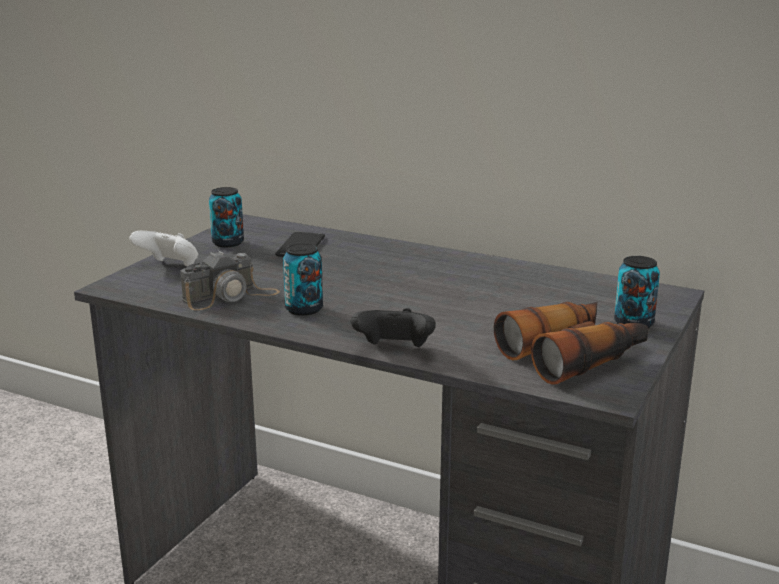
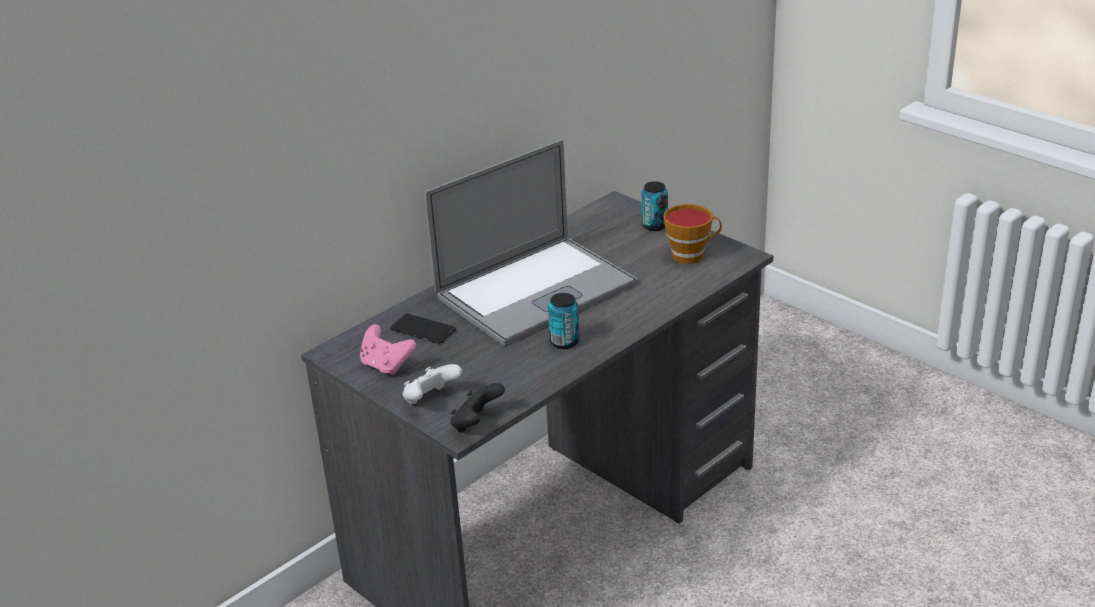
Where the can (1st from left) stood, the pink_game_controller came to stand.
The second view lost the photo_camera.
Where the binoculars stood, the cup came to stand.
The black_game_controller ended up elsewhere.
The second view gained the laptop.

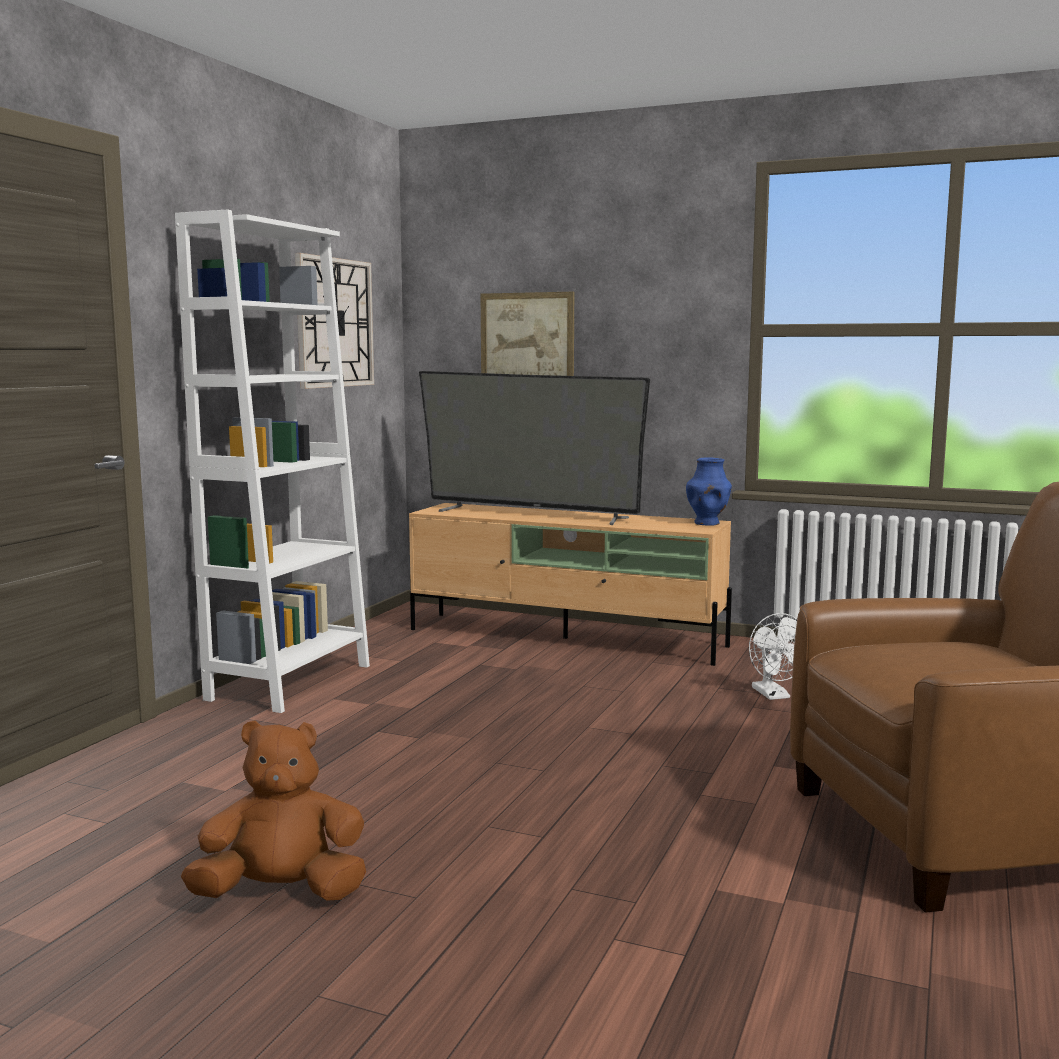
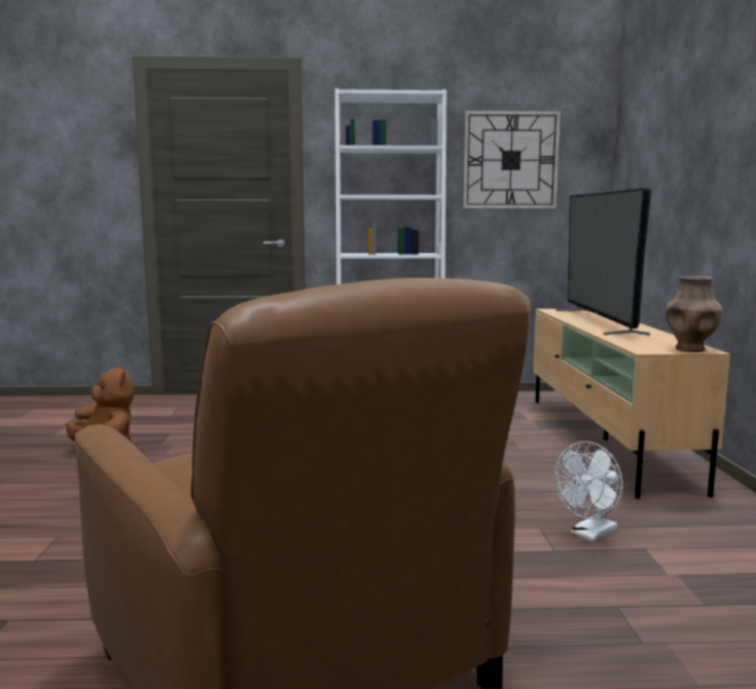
The second view lost the picture.
What was the blue_vase turned into the brown_vase.

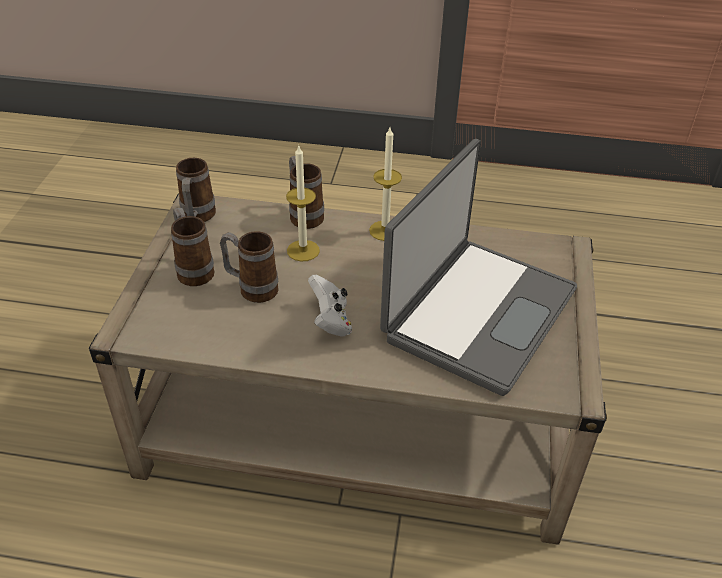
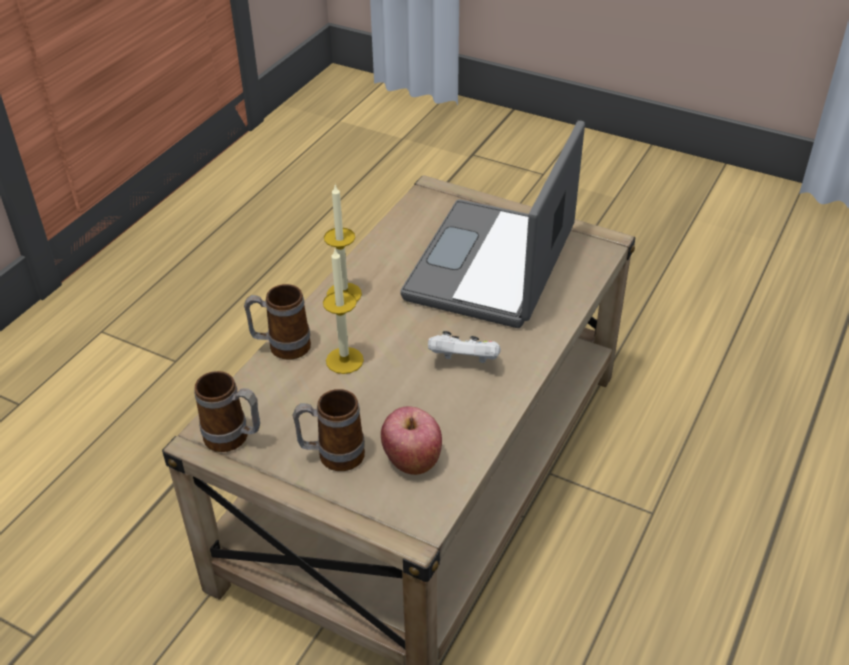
The laptop ended up facing another way, 120 degrees counterclockwise from before.
The second view lost the mug (3rd from left).
The second view gained the apple.

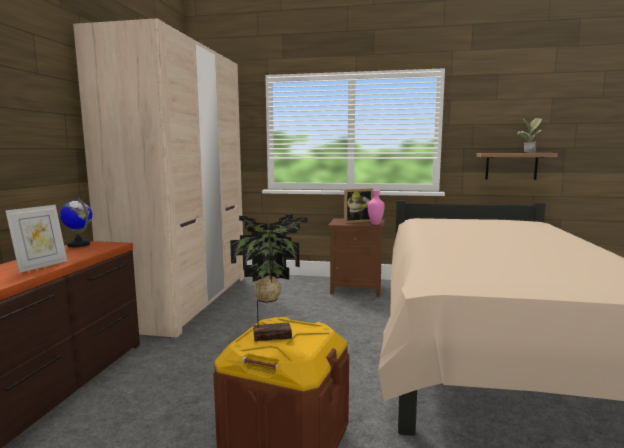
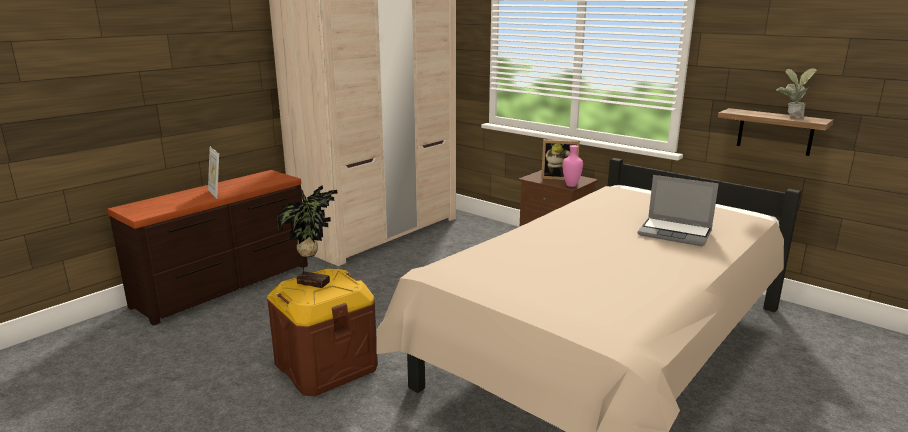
The second view lost the globe.
The picture_frame (1st from left) ended up facing another way, 90 degrees clockwise from before.
The second view gained the laptop.

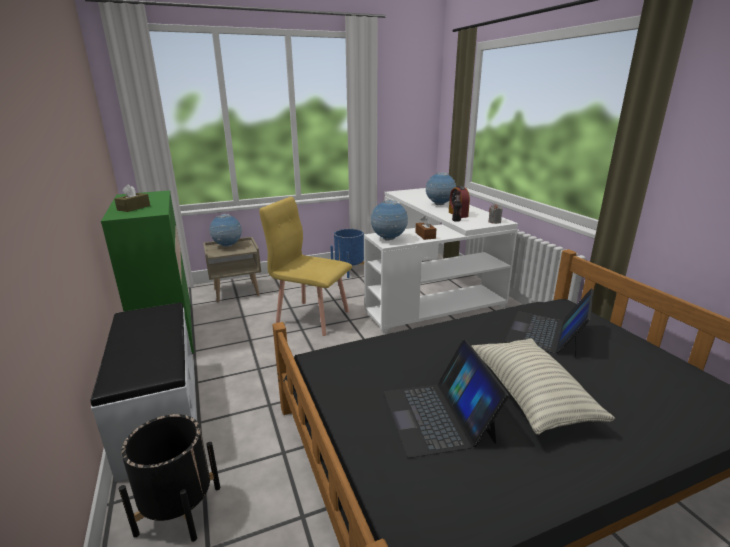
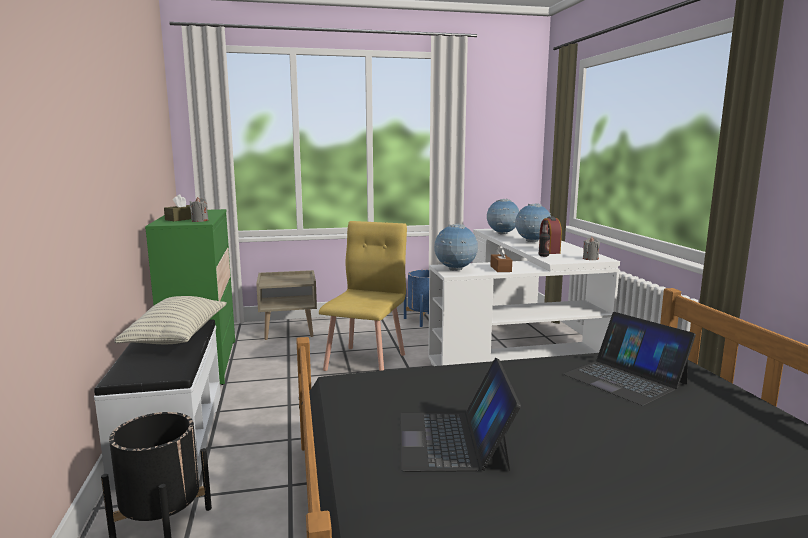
The yellow_chair ended up facing another way, 75 degrees clockwise from before.
The globe (1st from left in the first image) ended up elsewhere.
The laptop (2nd from left) ended up facing another way, 75 degrees counterclockwise from before.
The pillow ended up elsewhere.
The second view gained the grey_candle (1st from left).

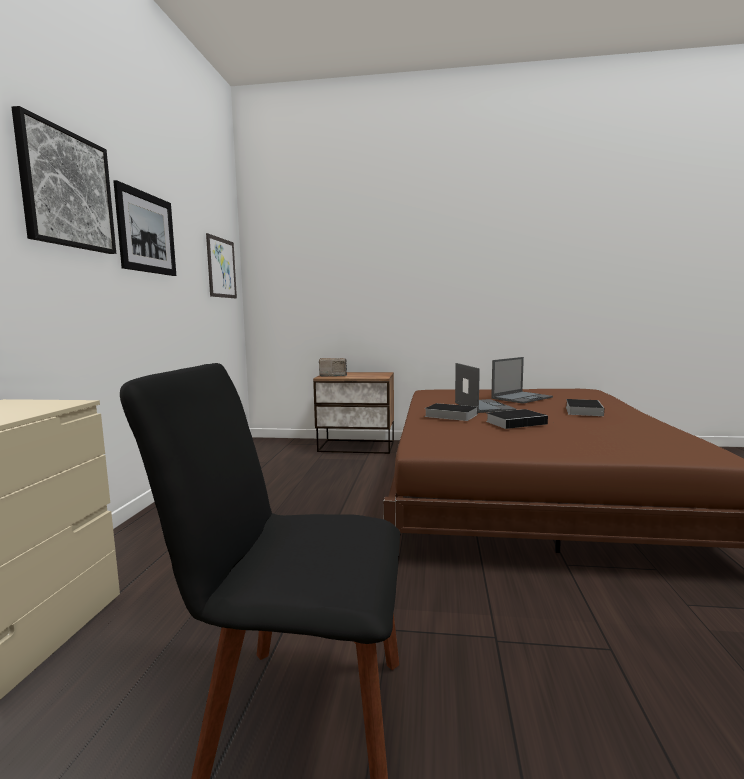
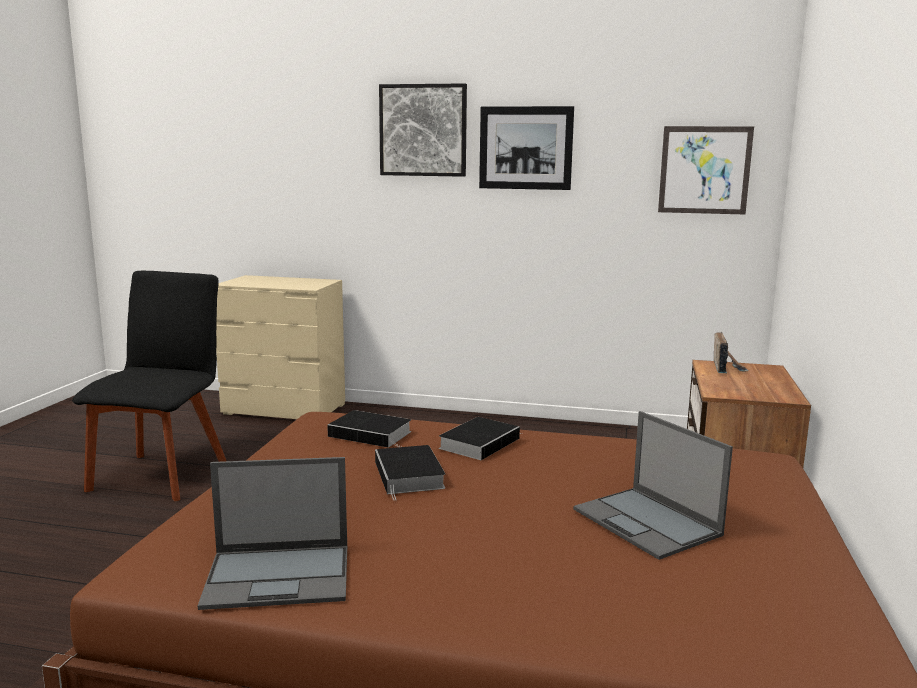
The laptop (1st from left) ended up elsewhere.
The book (3rd from left in the first image) ended up elsewhere.

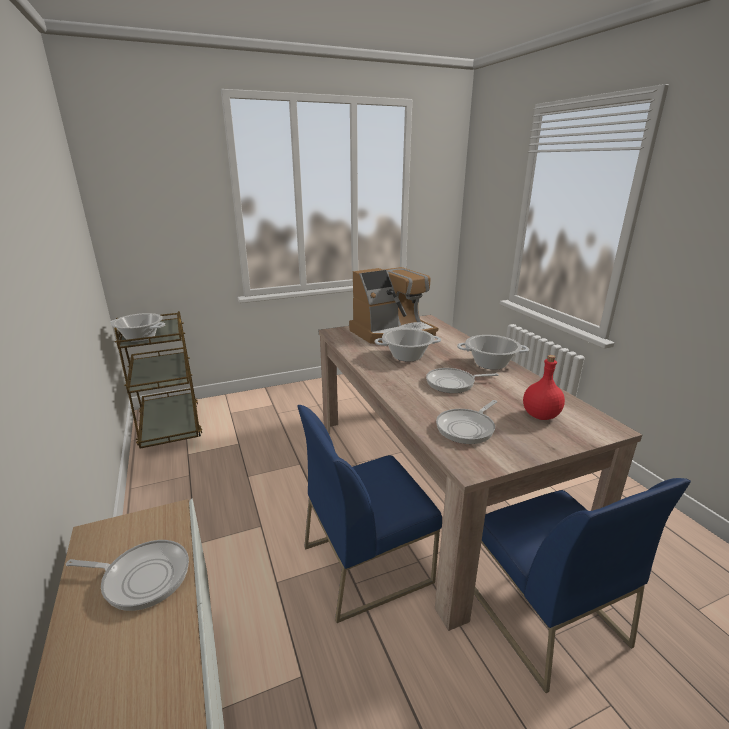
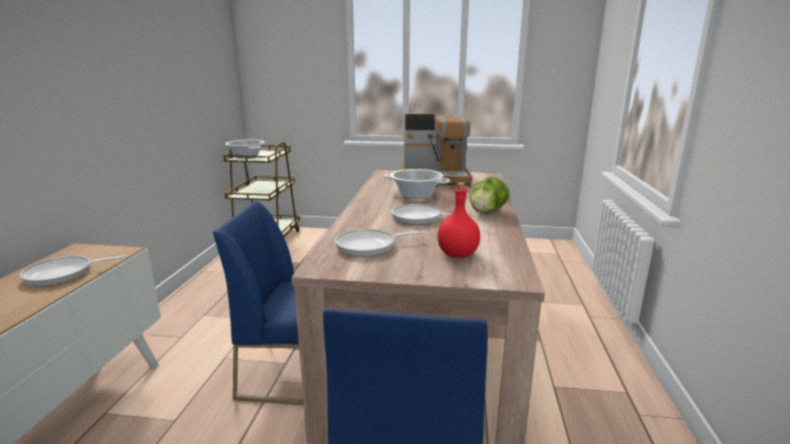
Where the cooking_pot (3rd from left) stood, the lettuce came to stand.
The frying_pan (1st from left) ended up facing another way, 120 degrees clockwise from before.

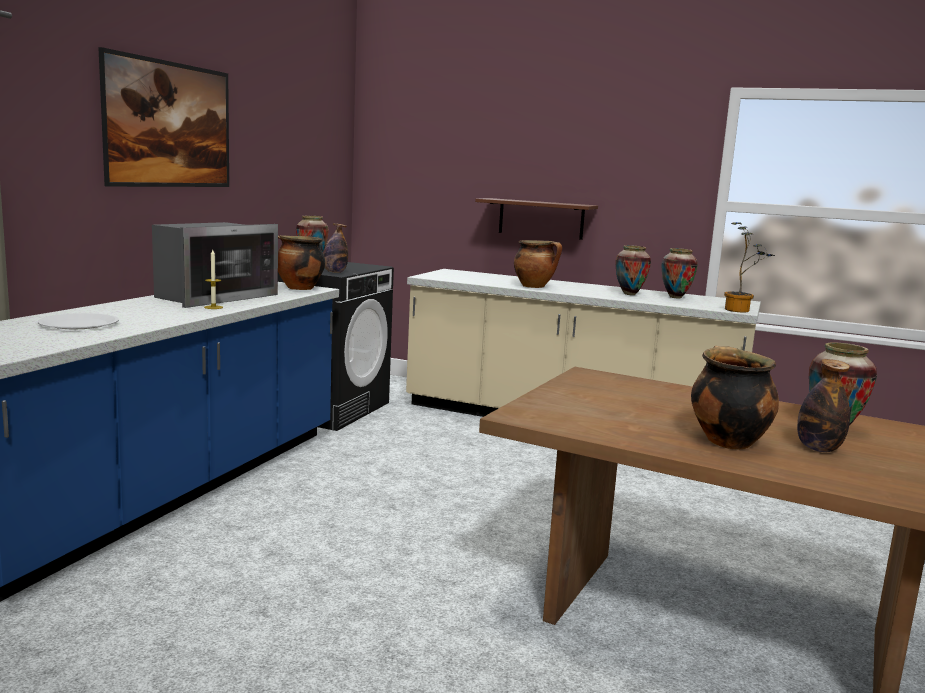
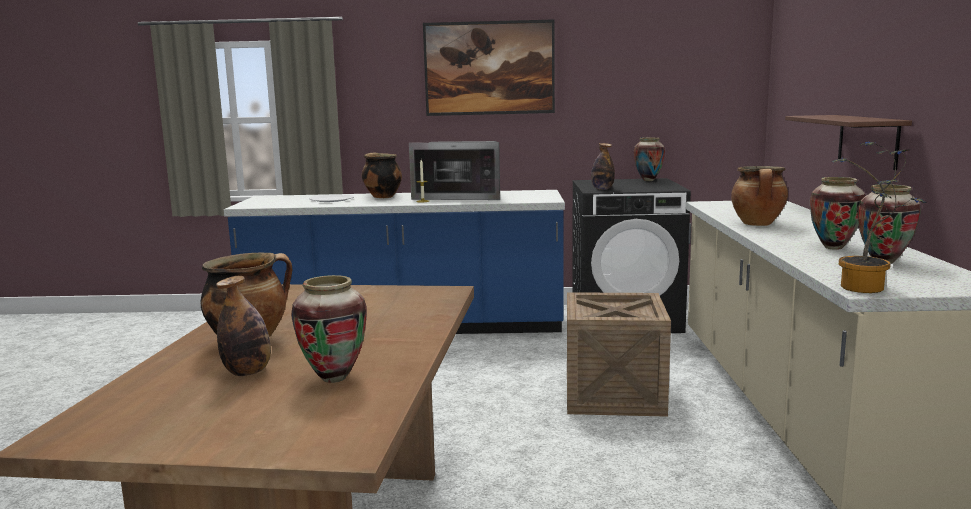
The cooking_pot (1st from left in the first image) ended up elsewhere.
The second view gained the crate.

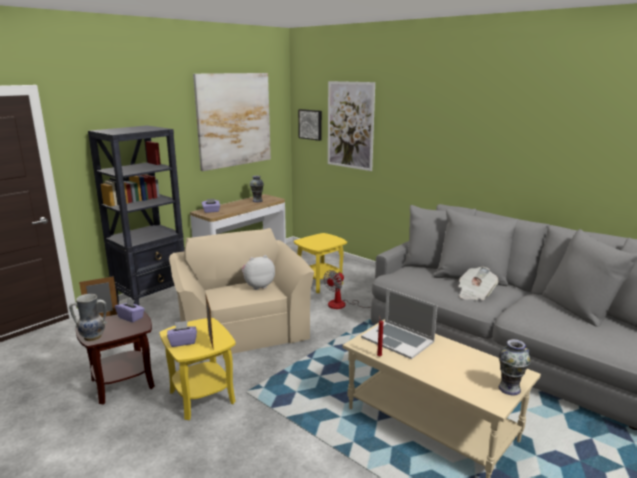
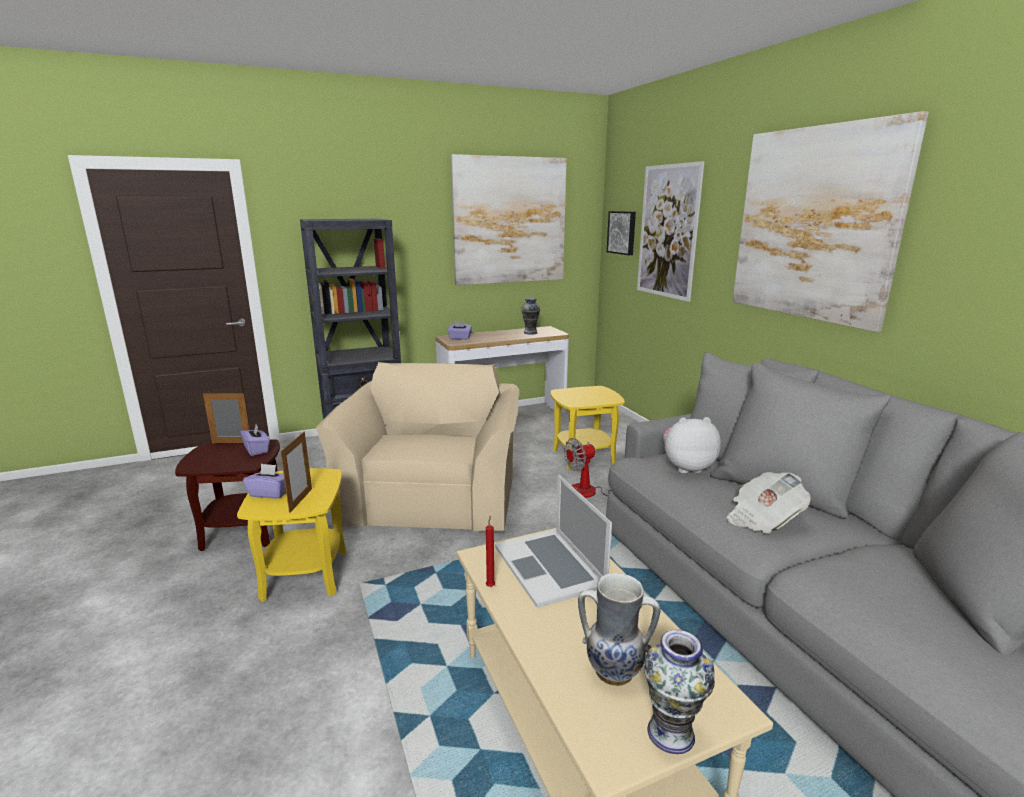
The plush_toy ended up elsewhere.
The vase (1st from left in the first image) ended up elsewhere.
The second view gained the picture (4th from left).

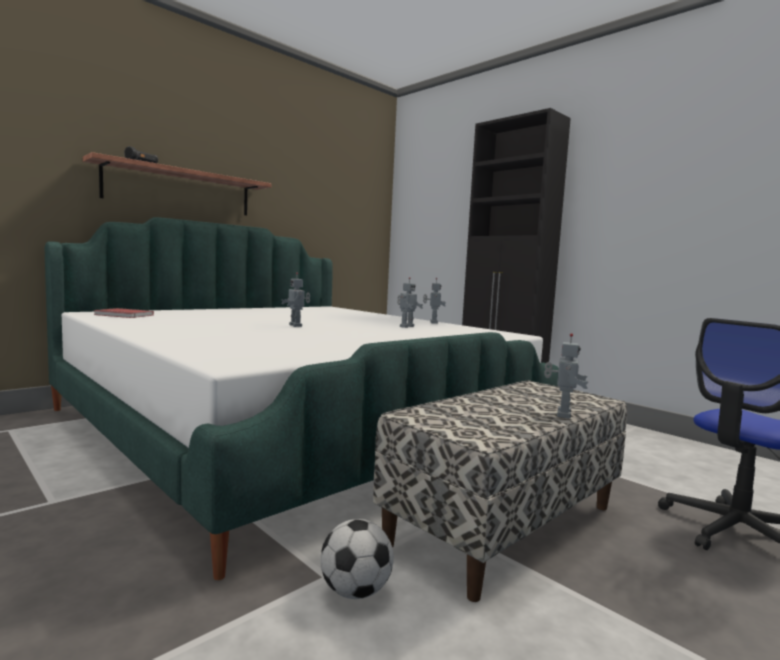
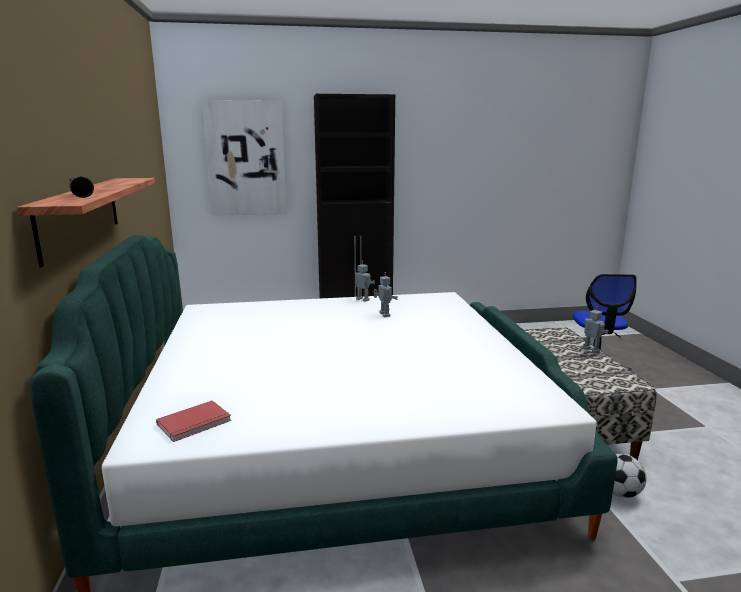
The second view lost the toy_robot (1st from left).
The second view gained the picture.

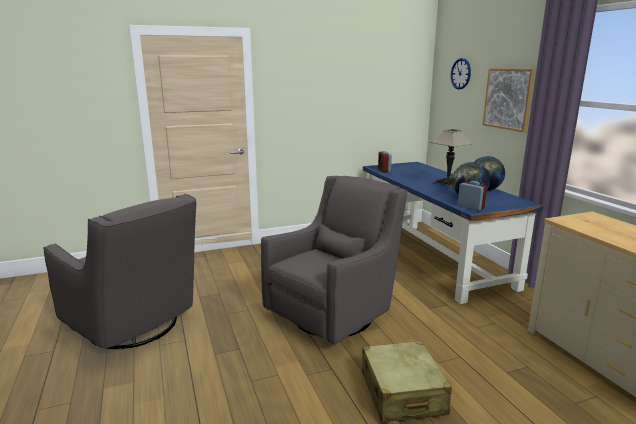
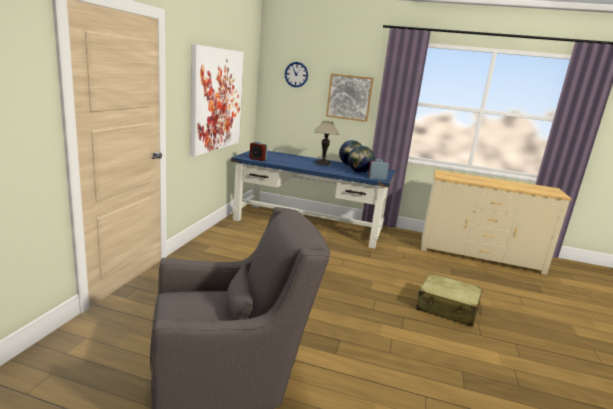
The second view lost the grey_armchair (2nd from left).
The second view gained the picture (1st from left).

